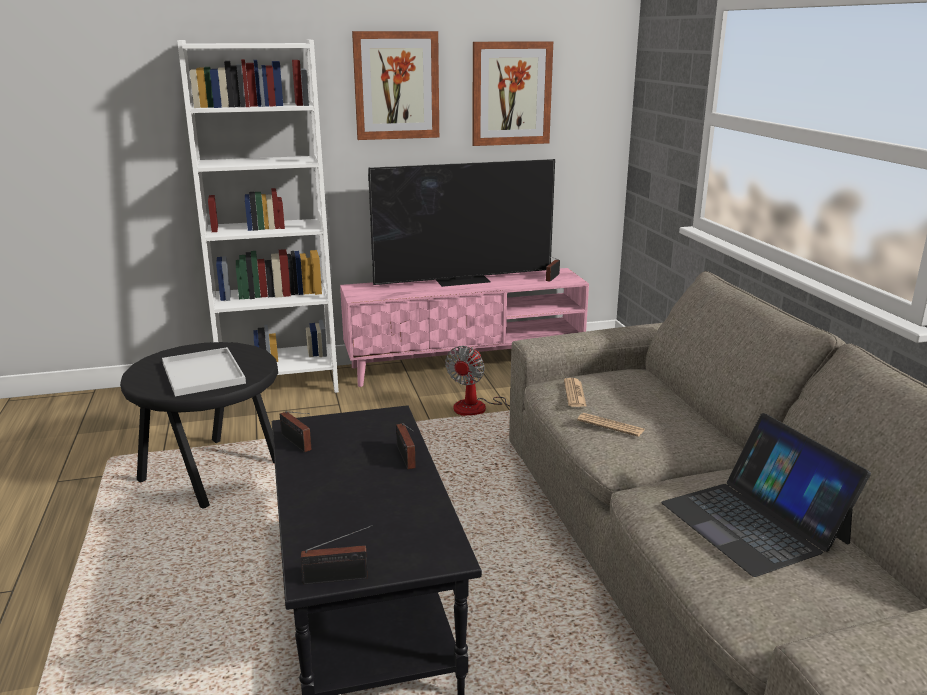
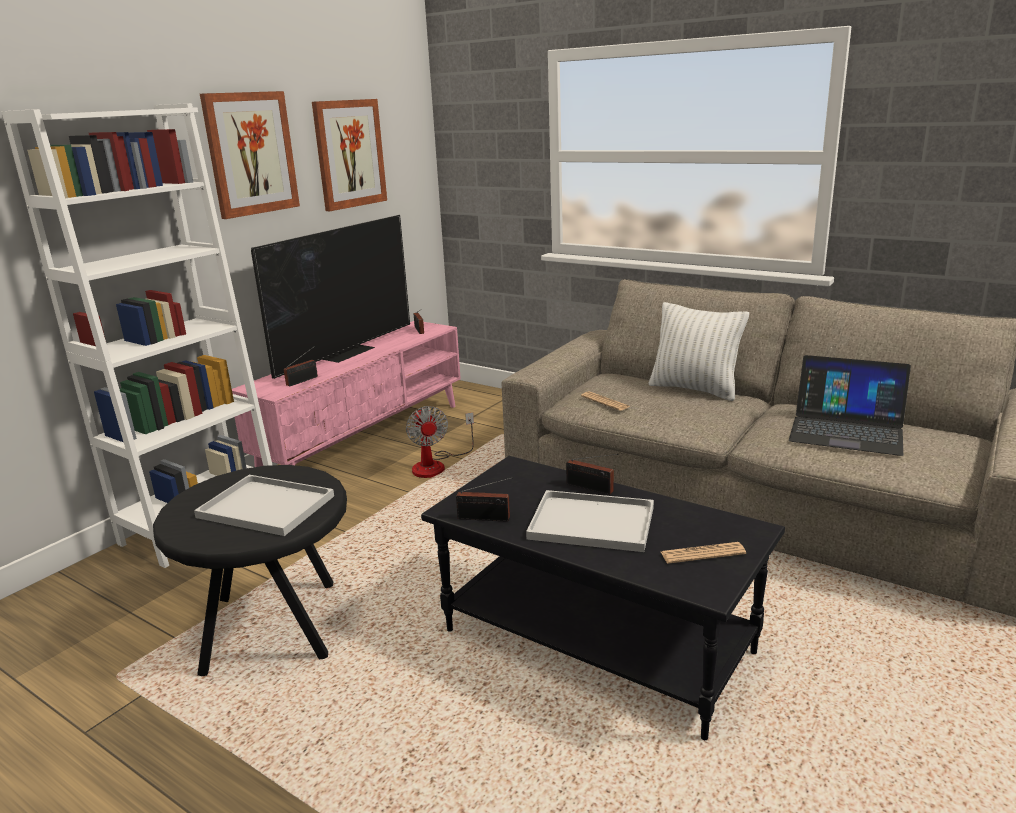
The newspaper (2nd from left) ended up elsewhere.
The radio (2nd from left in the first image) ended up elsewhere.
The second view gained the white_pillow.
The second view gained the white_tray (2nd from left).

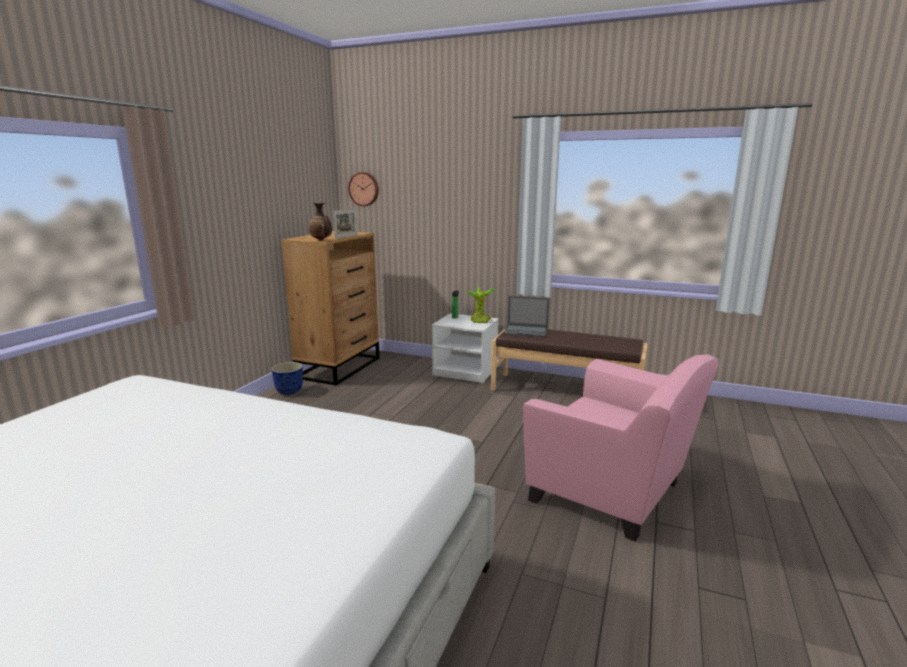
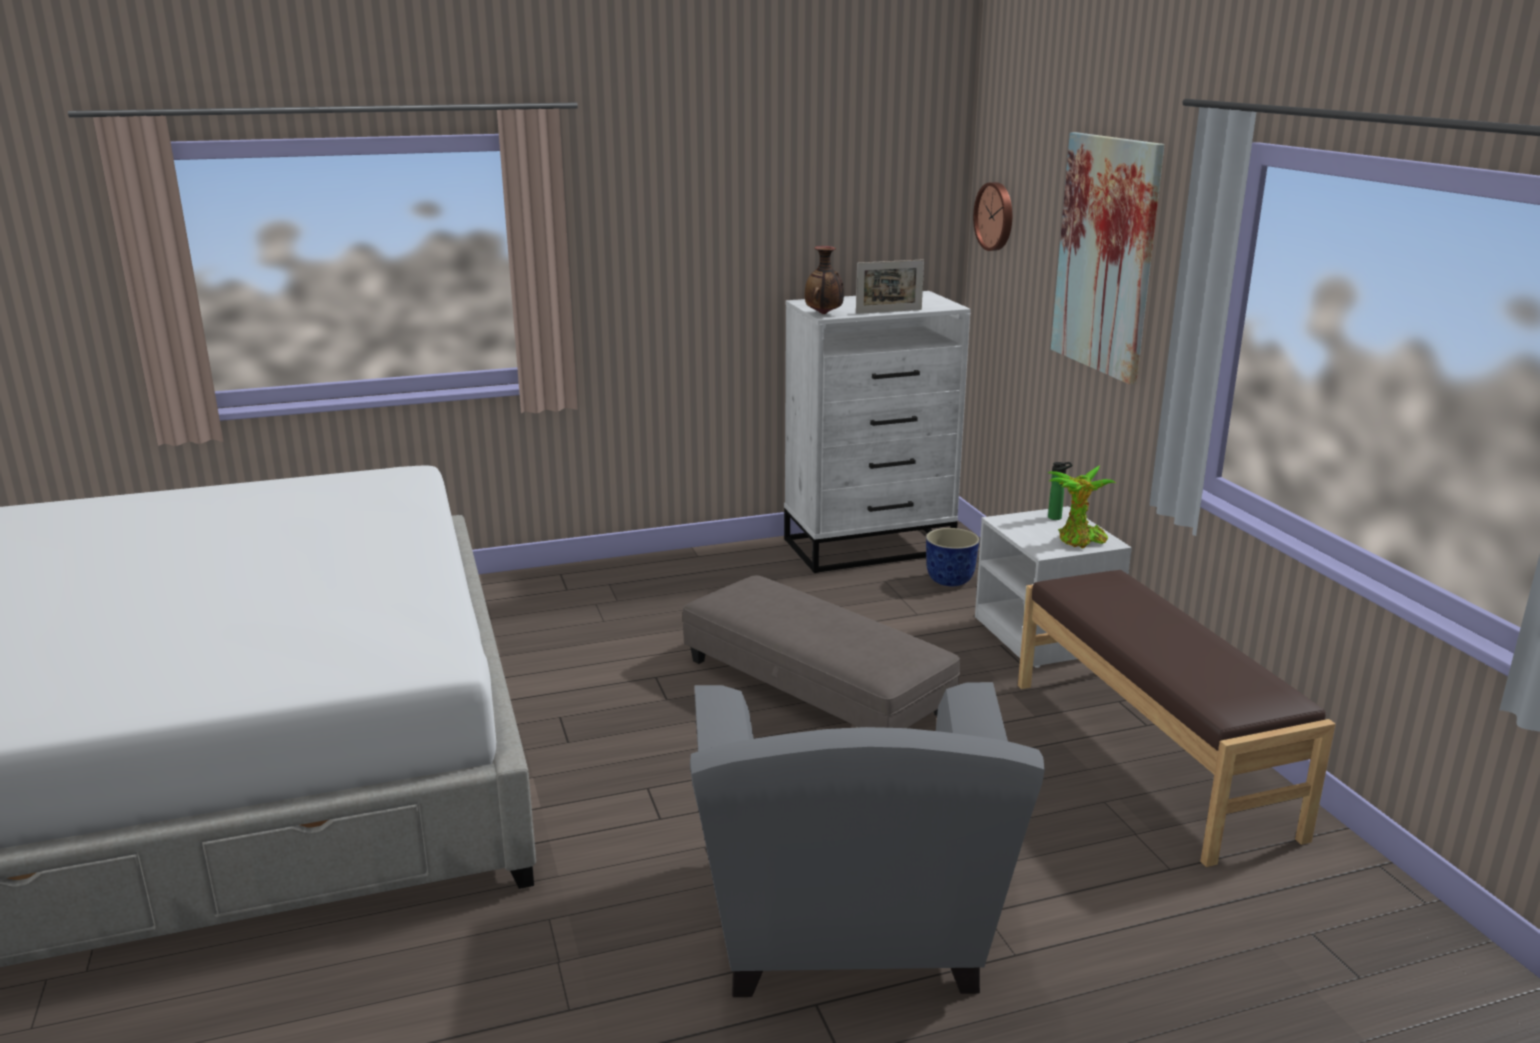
What was the brown_dresser turned into the white_dresser.
The second view lost the laptop.
What was the pink_armchair turned into the grey_armchair.
The planter ended up elsewhere.
The second view gained the picture.
The second view gained the grey_ottoman.

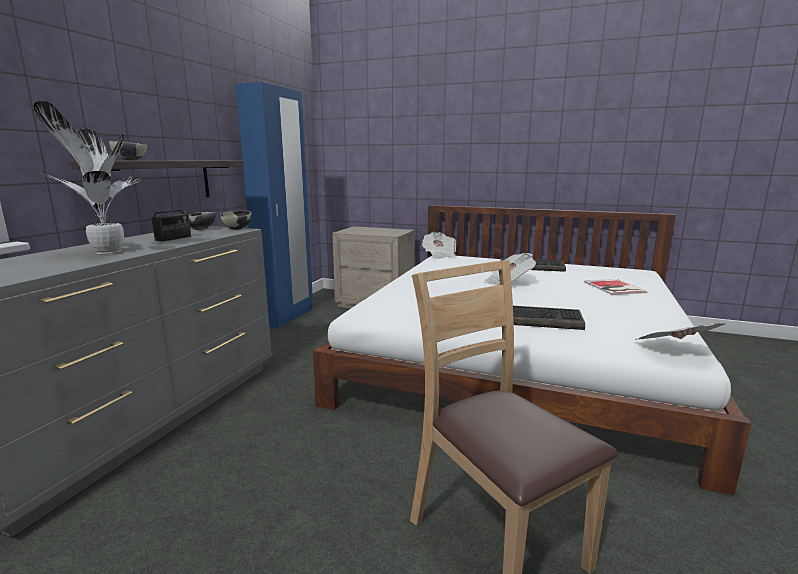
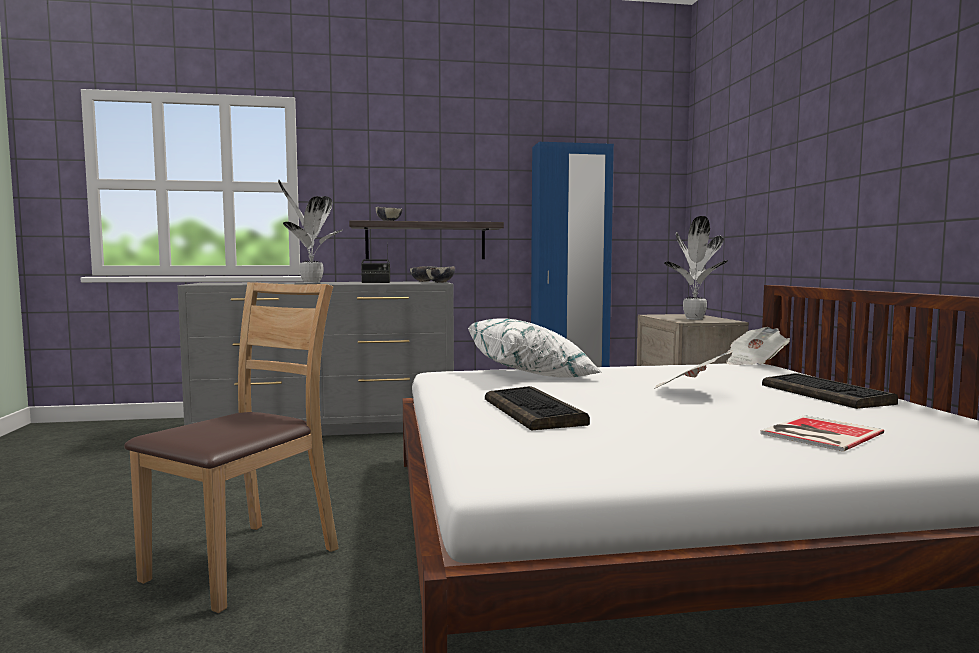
The second view lost the newspaper (3rd from left).
The second view gained the potted_plant (2nd from left).
The second view gained the white_pillow.

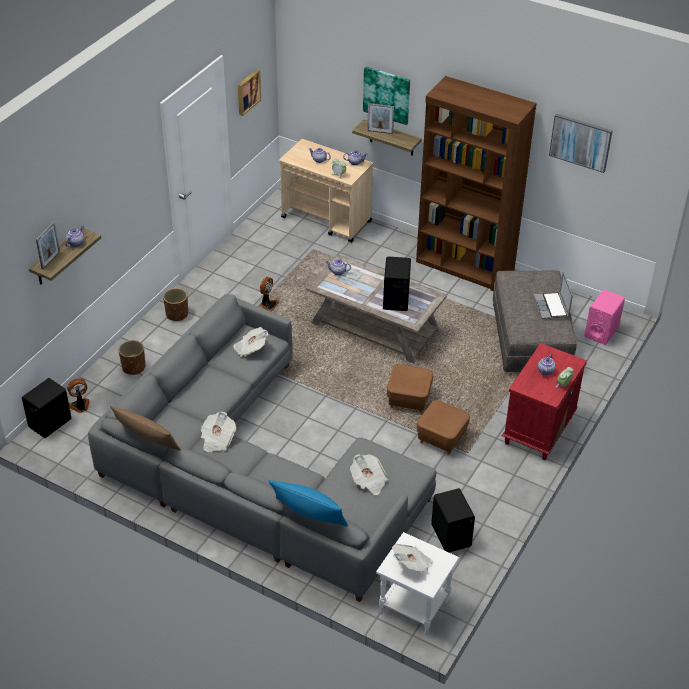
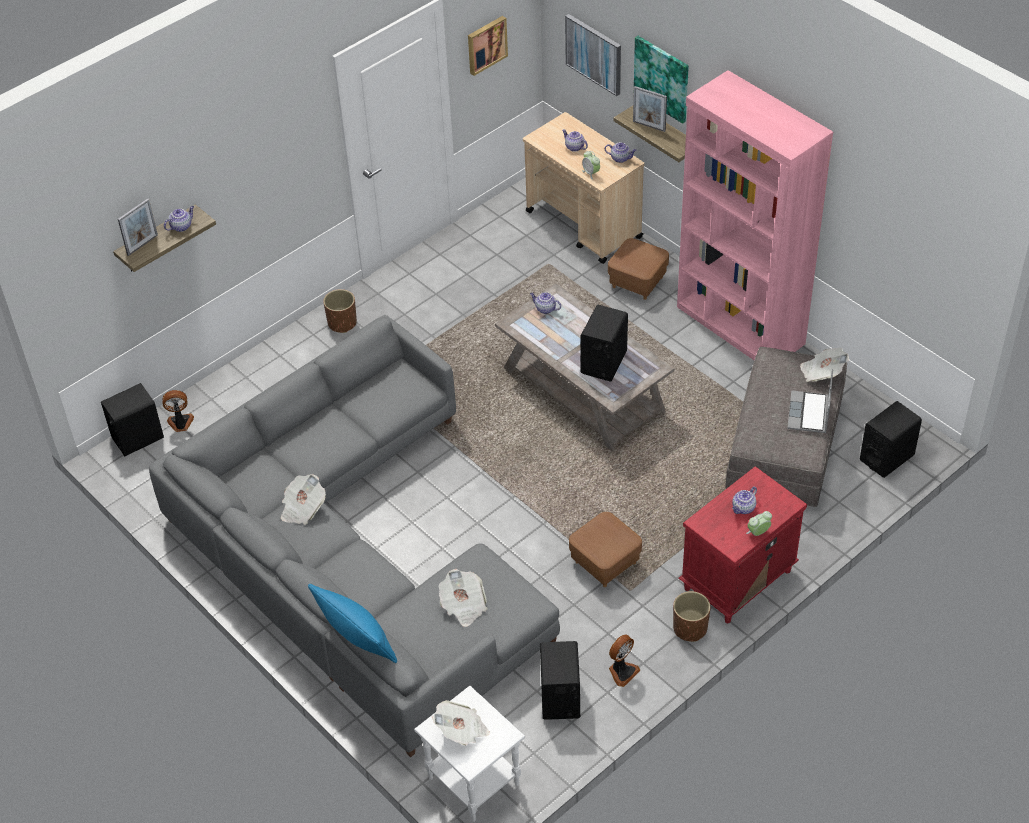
What was the brown_bookcase turned into the pink_bookcase.
The picture (3rd from left in the first image) ended up elsewhere.
The fan (2nd from left) ended up elsewhere.
What was the pink_speaker turned into the black_speaker (4th from left).
The newspaper (2nd from left in the first image) ended up elsewhere.
The brown_planter (1st from left in the first image) ended up elsewhere.
The brown_ottoman (1st from left in the first image) ended up elsewhere.
The second view lost the brown_pillow.

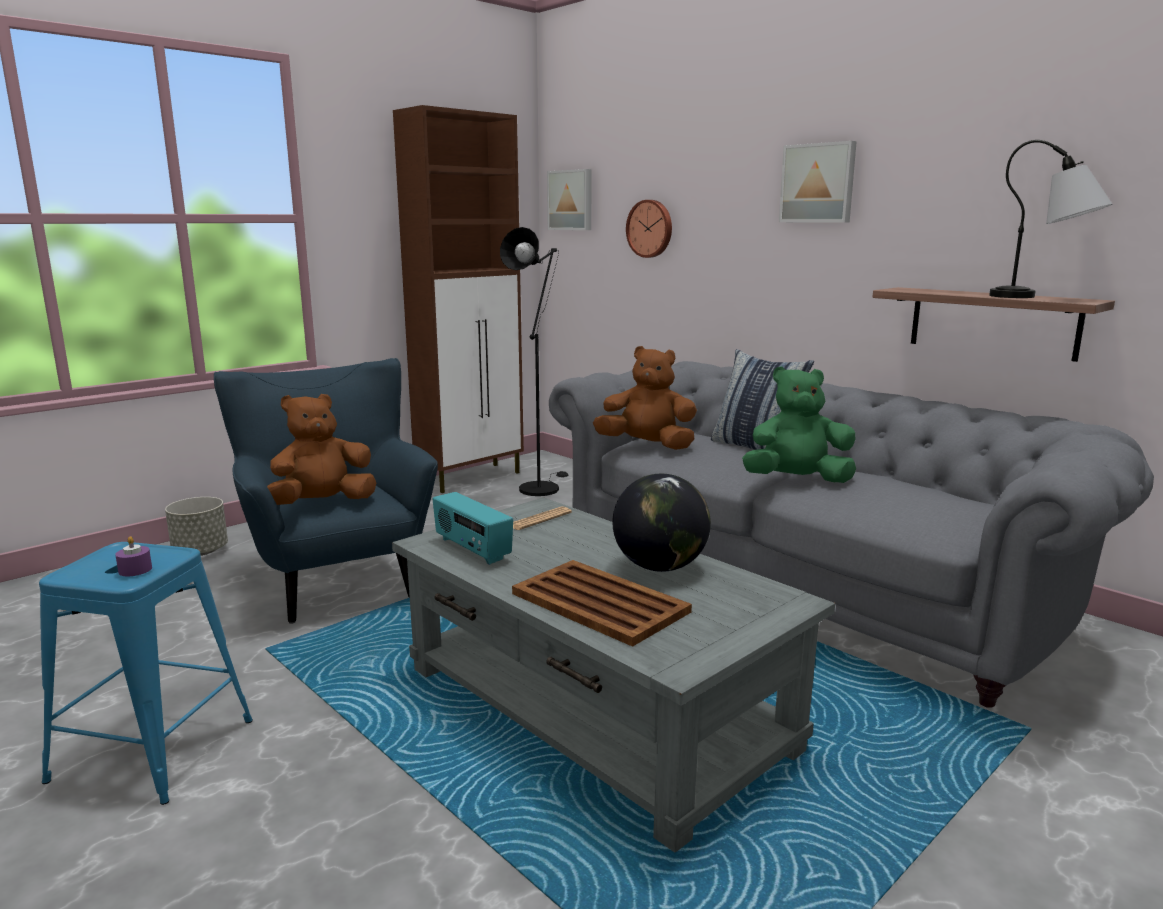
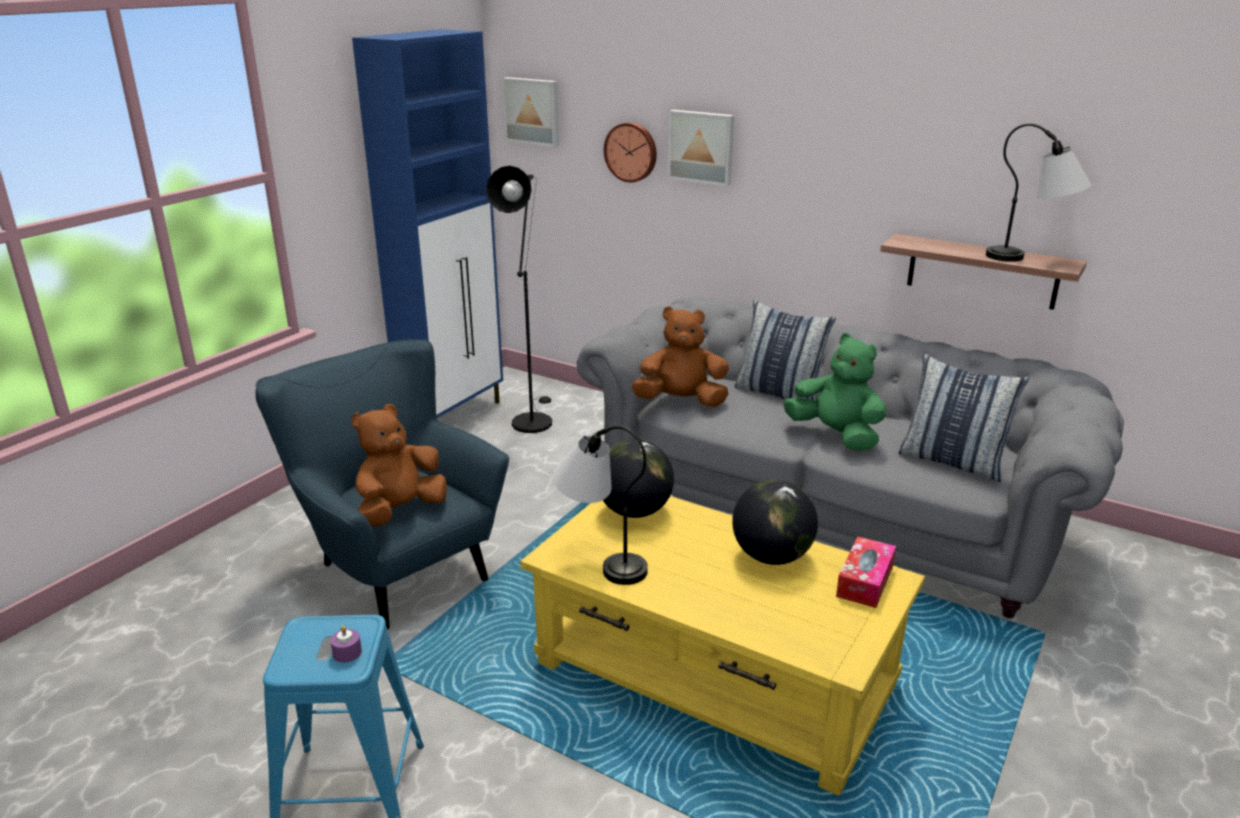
What was the brown_cabinet turned into the blue_cabinet.
The picture (2nd from left) ended up elsewhere.
The green_plush_toy ended up facing another way, 60 degrees clockwise from before.
Where the radio stood, the table_lamp (1st from left) came to stand.
The second view lost the grey_planter.
What was the grey_coffee_table turned into the yellow_coffee_table.
Where the newspaper stood, the globe (1st from left) came to stand.
The second view lost the brown_tray.
The second view gained the pillow (2nd from left).
The second view gained the tissue_box.

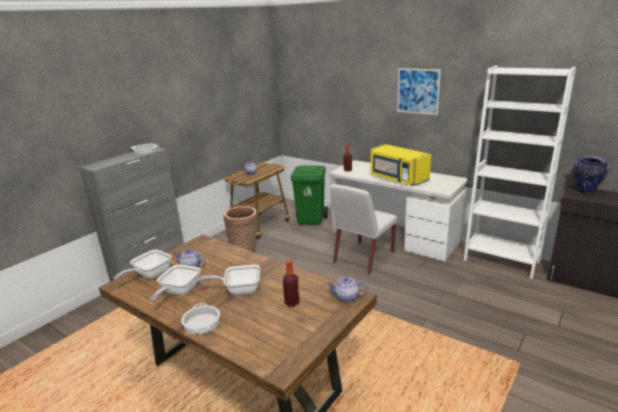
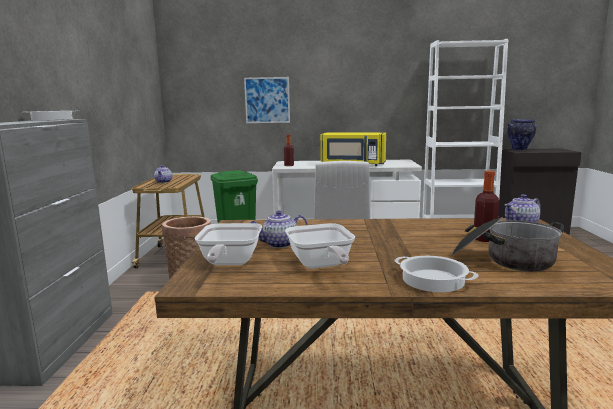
The picture ended up elsewhere.
The second view lost the frying_pan (3rd from left).
The second view gained the cooking_pot (3rd from left).

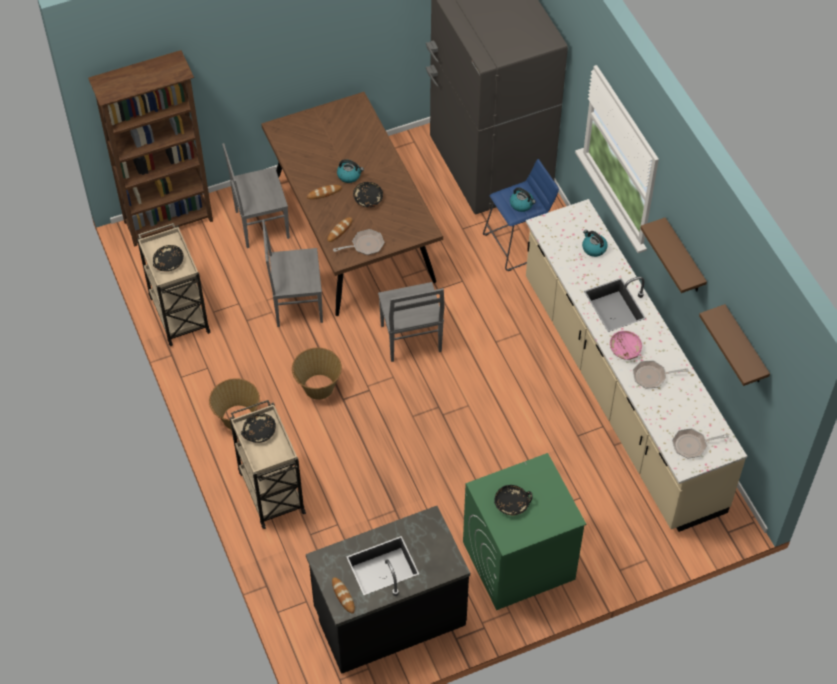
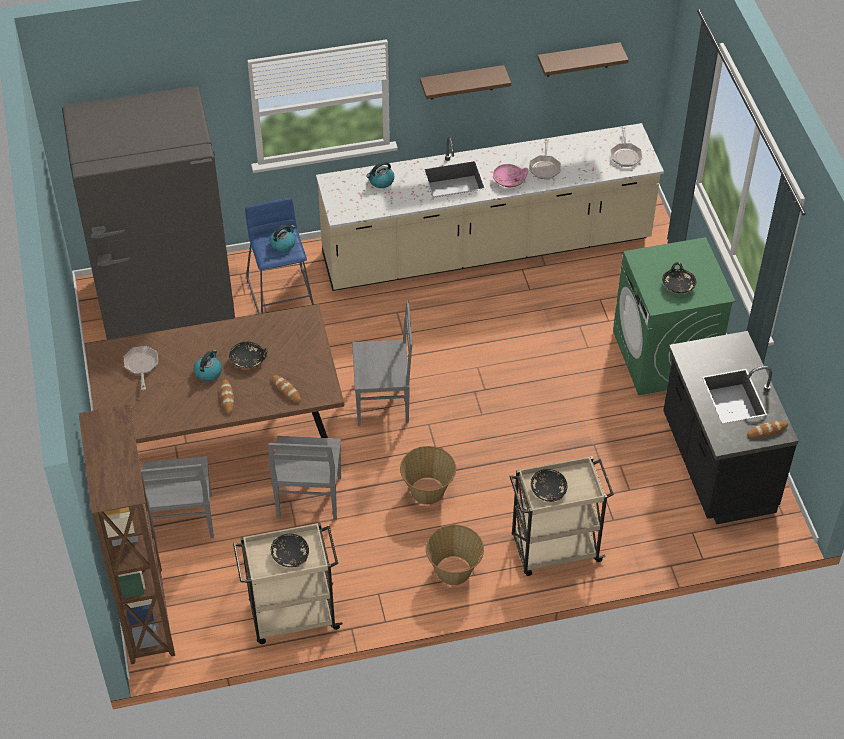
The frying_pan (1st from left) ended up elsewhere.

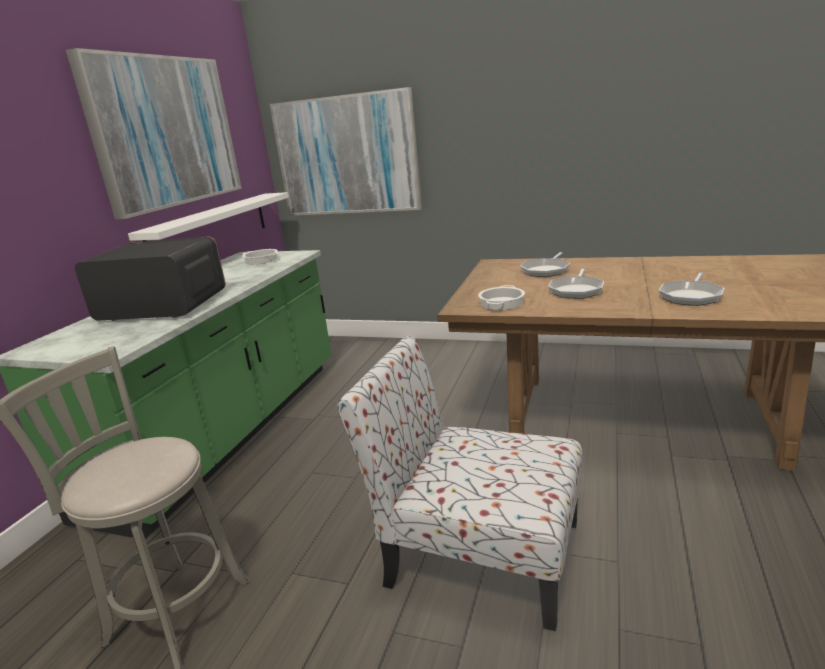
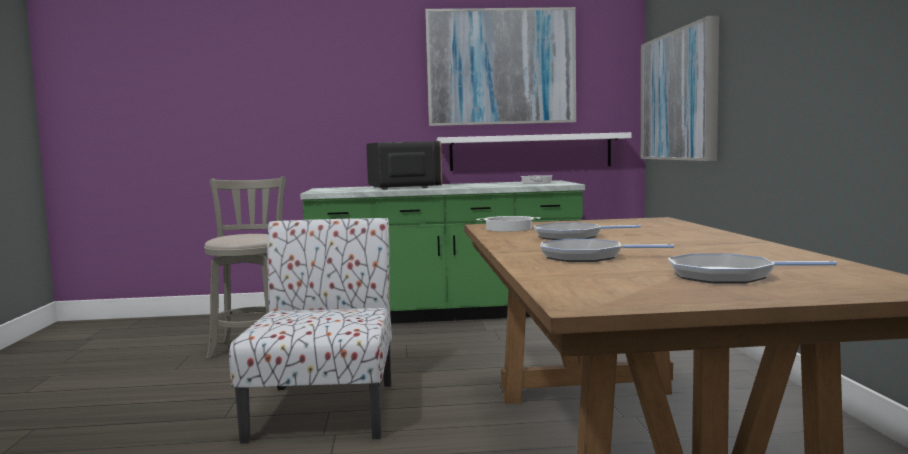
The frying_pan (1st from left in the first image) ended up elsewhere.

